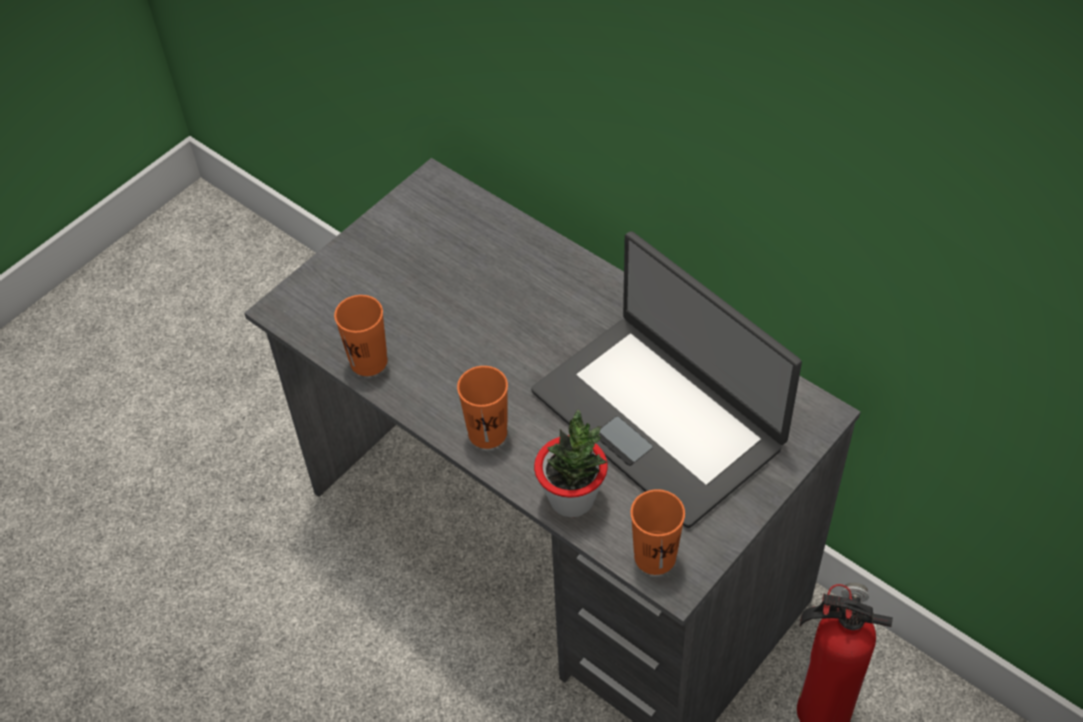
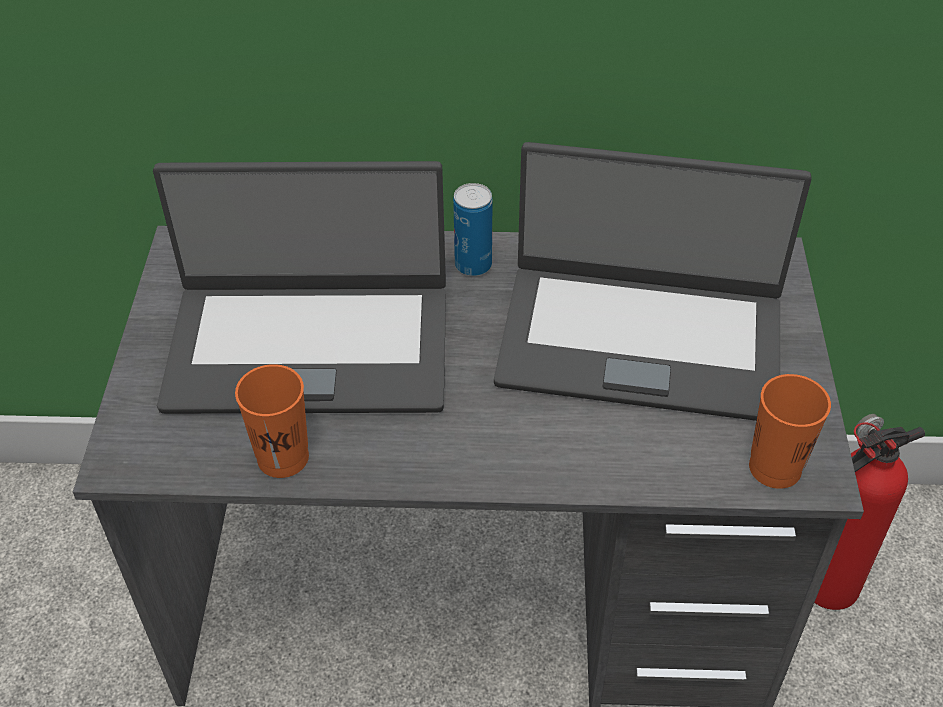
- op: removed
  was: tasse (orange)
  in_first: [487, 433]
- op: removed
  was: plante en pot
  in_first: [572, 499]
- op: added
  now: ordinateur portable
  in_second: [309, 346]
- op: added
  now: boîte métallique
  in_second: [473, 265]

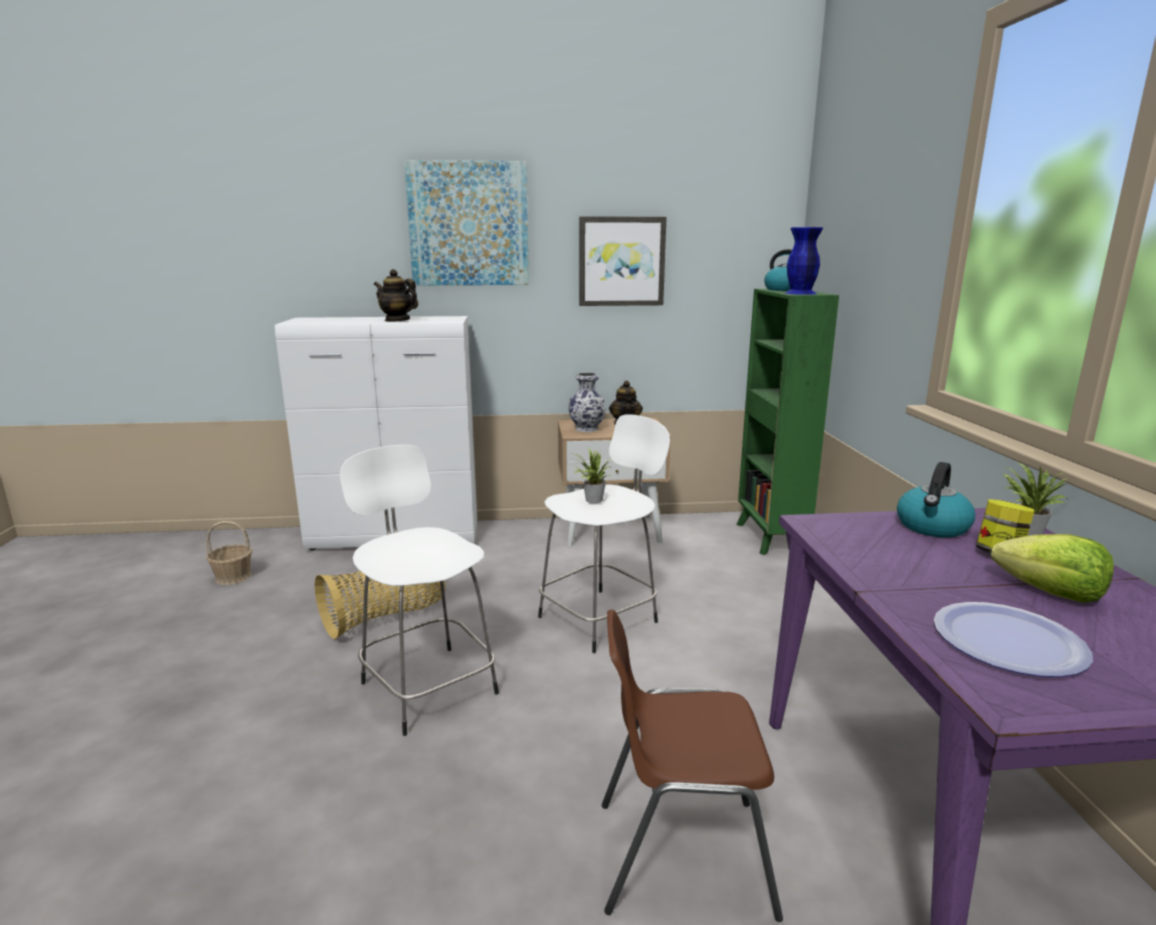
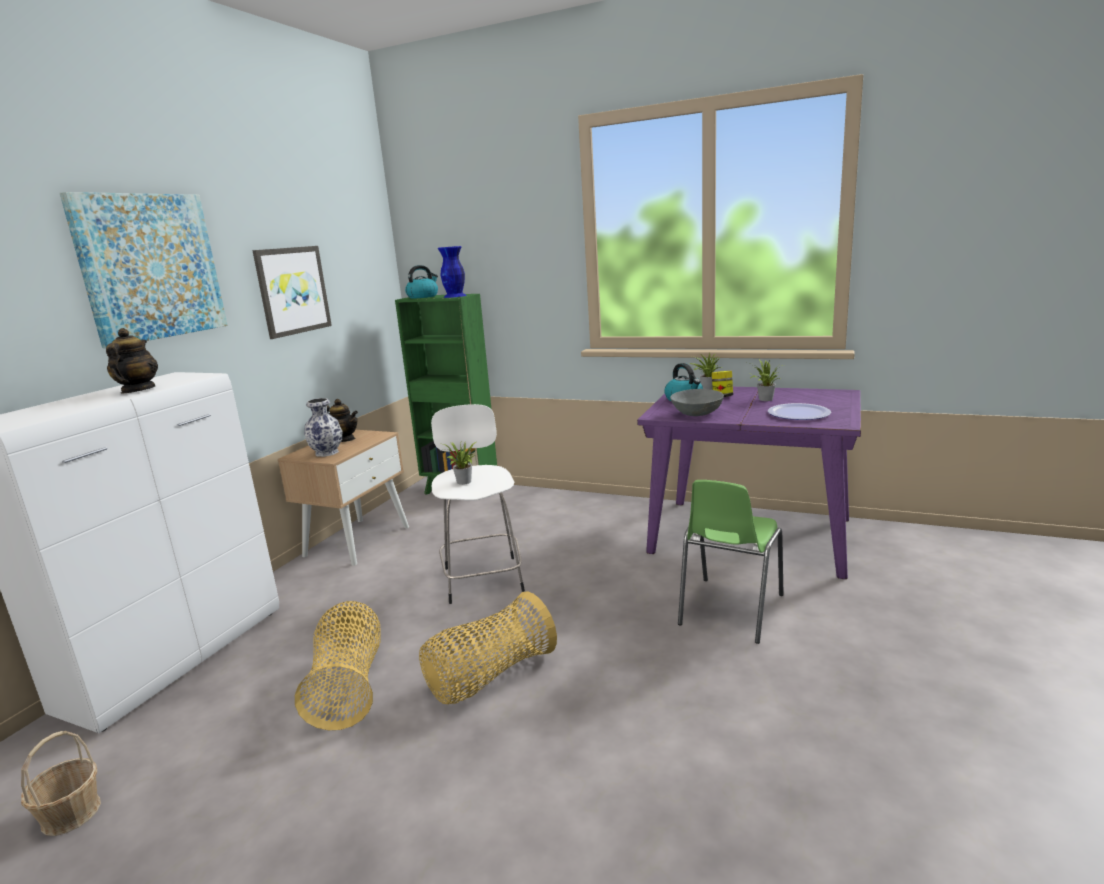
- op: replaced
  was: tabouret (blanc)
  now: panier
  in_first: [427, 685]
  in_second: [489, 677]
- op: turned
  was: théière
  in_first: [397, 320]
  in_second: [137, 390]
  clockwise: 120
- op: recoloured
  was: chaise (marron)
  now: chaise (vert)
  in_first: [681, 855]
  in_second: [729, 610]
- op: replaced
  was: laitue
  now: plante en pot
  in_first: [1050, 593]
  in_second: [764, 399]
- op: added
  now: bol (gris)
  in_second: [696, 413]

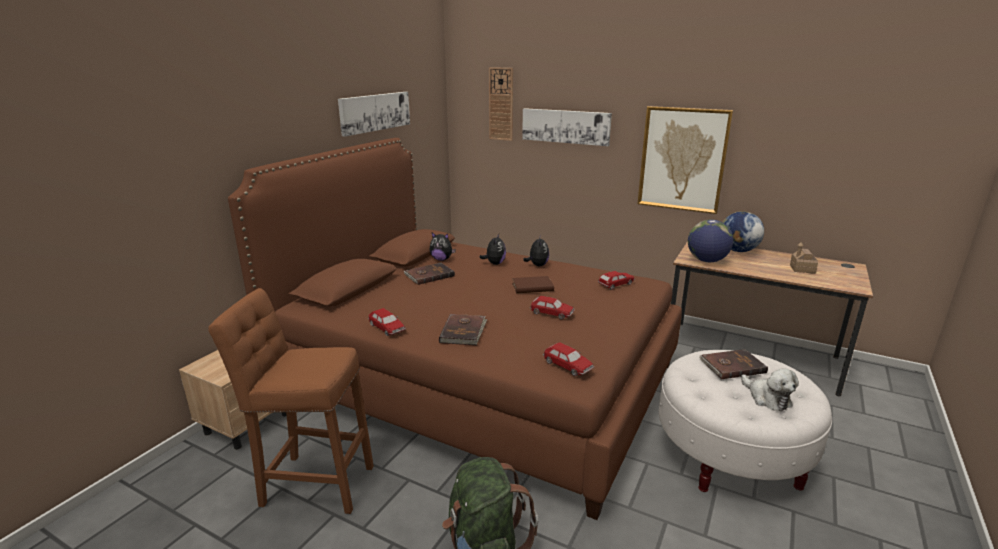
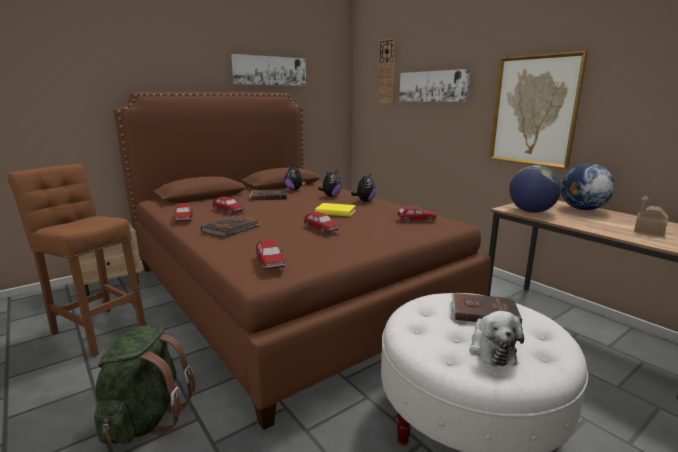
- op: recoloured
  was: livre (marron)
  now: livre (jaune)
  in_first: [532, 287]
  in_second: [335, 212]
- op: added
  now: petite voiture
  in_second: [228, 210]

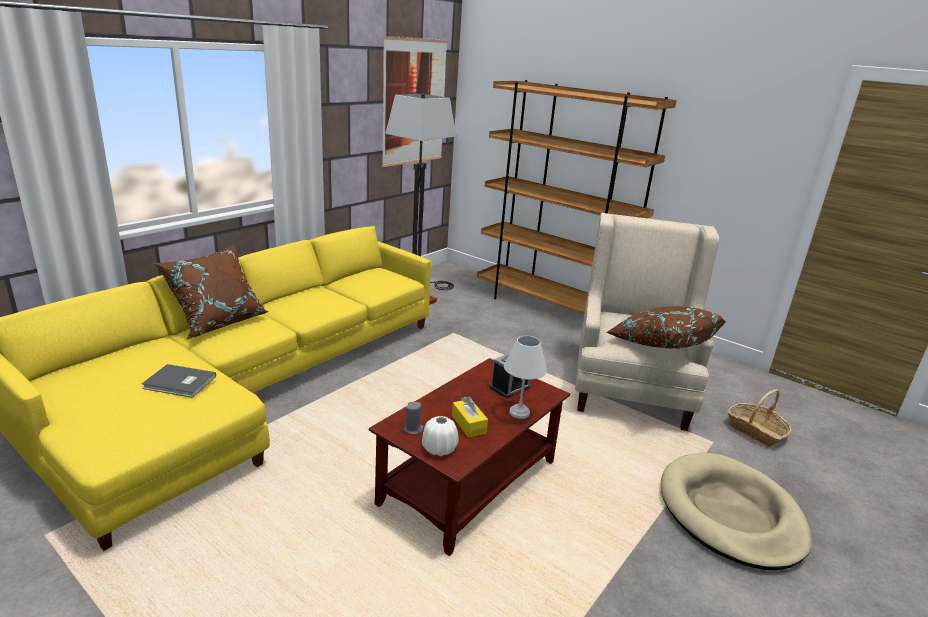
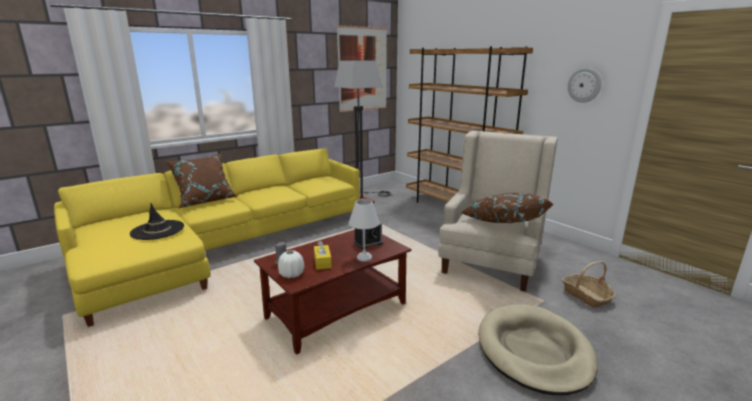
- op: replaced
  was: livre (gris)
  now: chapeau (noir)
  in_first: [180, 383]
  in_second: [157, 230]
- op: added
  now: horloge murale
  in_second: [584, 85]

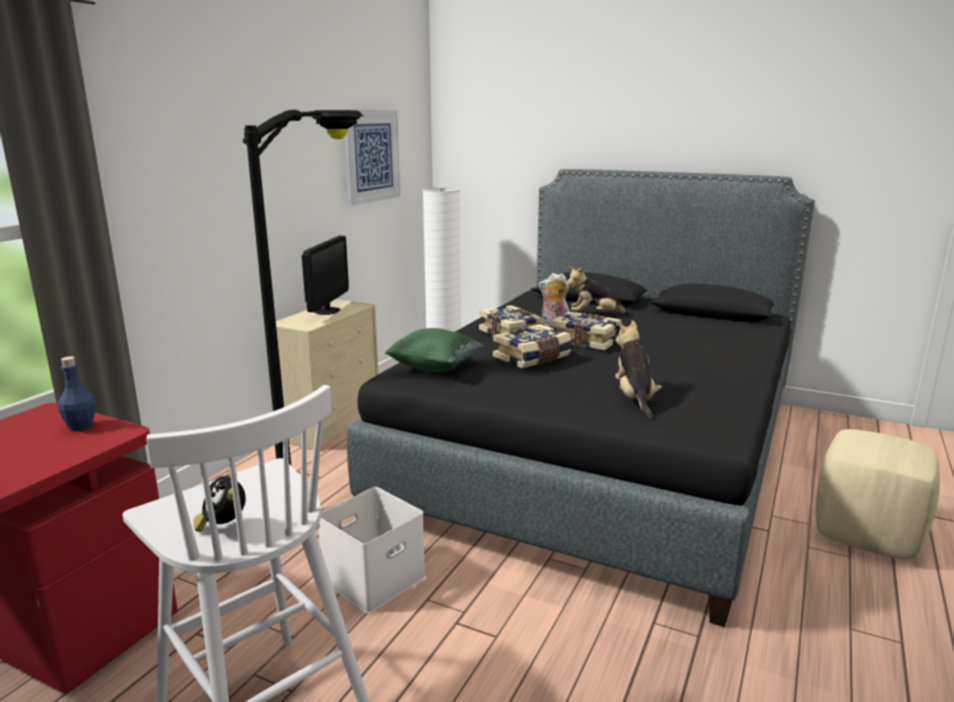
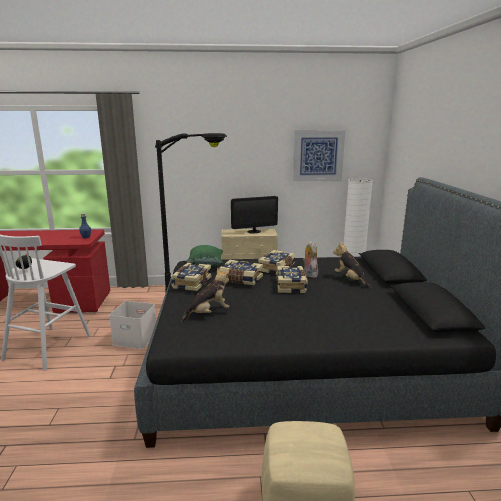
- op: added
  now: livre
  in_second: [191, 283]

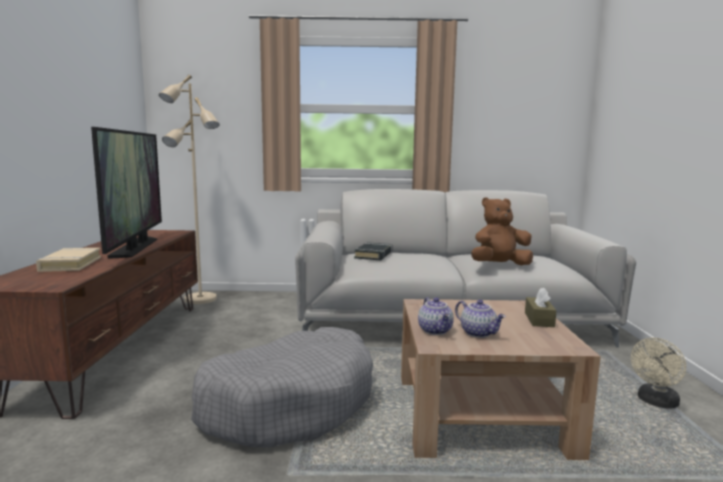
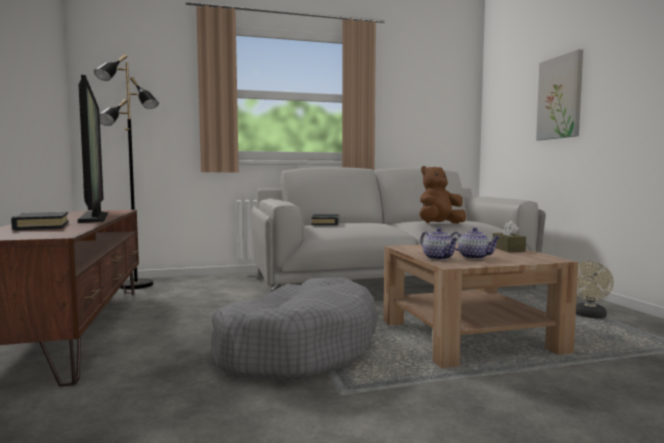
- op: recoloured
  was: livre (beige)
  now: livre (noir)
  in_first: [70, 264]
  in_second: [42, 226]
- op: recoloured
  was: lampadaire (beige)
  now: lampadaire (noir)
  in_first: [200, 299]
  in_second: [135, 285]
- op: added
  now: tableau
  in_second: [560, 97]

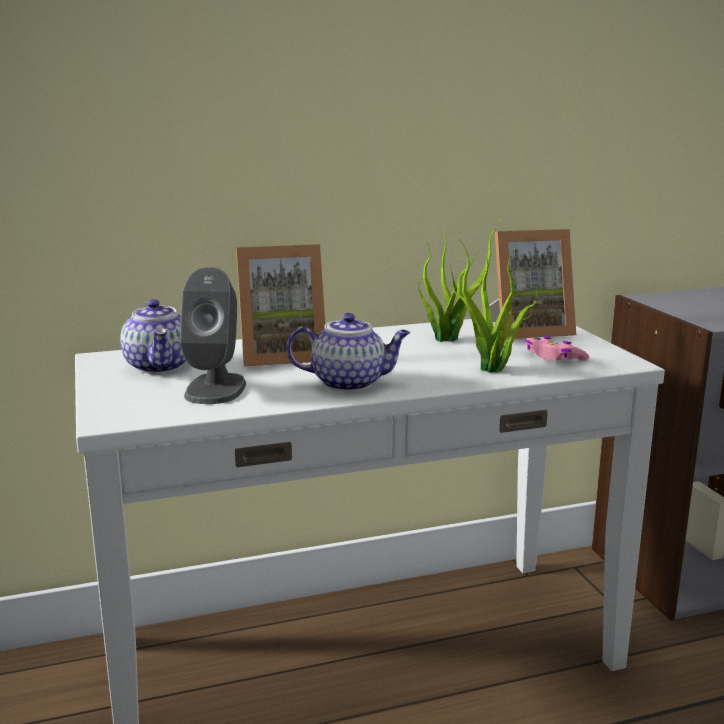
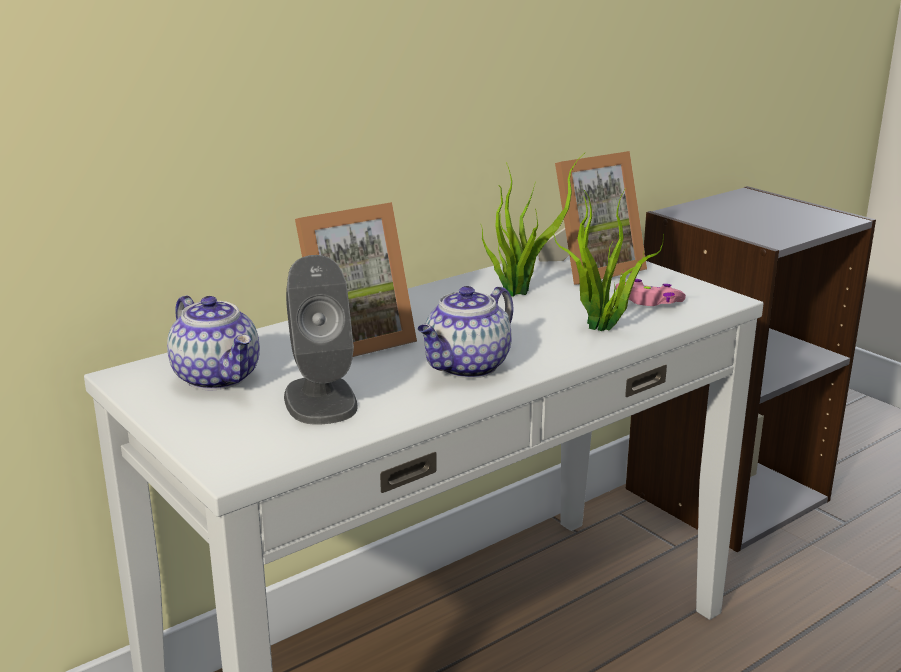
- op: turned
  was: théière
  in_first: [350, 383]
  in_second: [467, 367]
  clockwise: 150

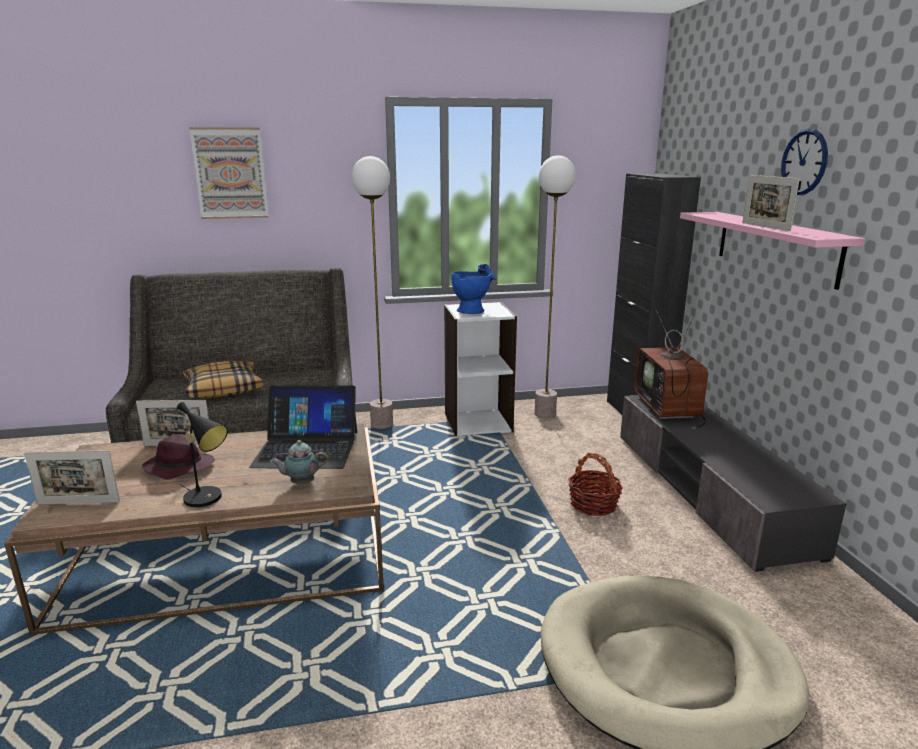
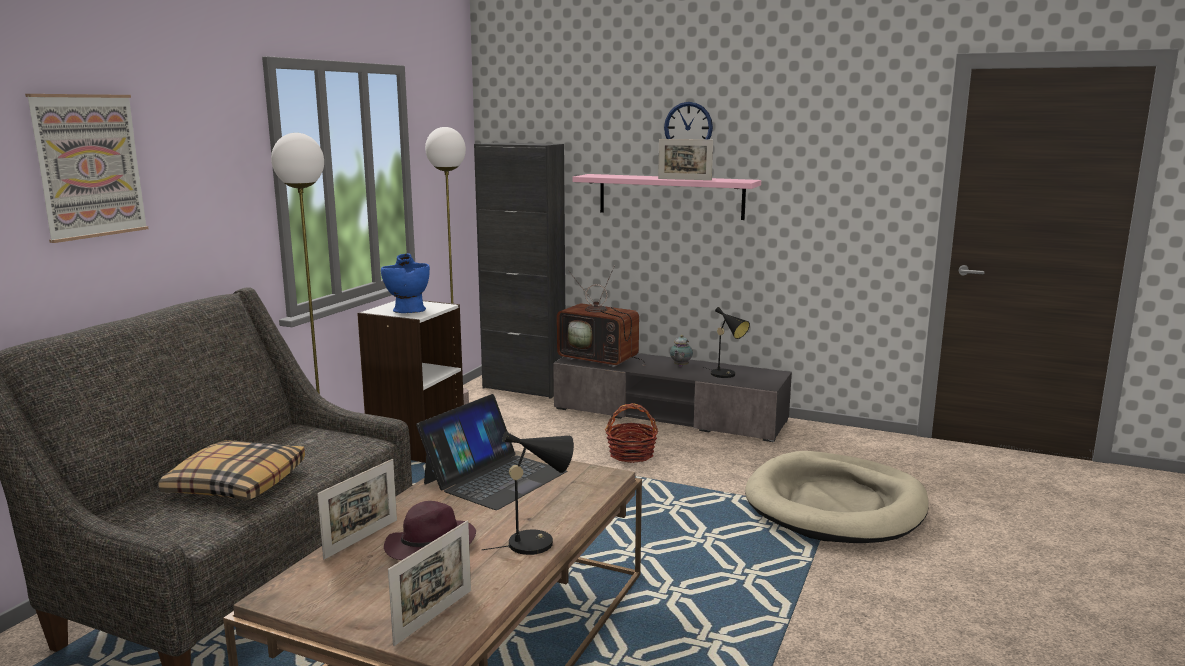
- op: moved
  was: théière
  in_first: [301, 483]
  in_second: [680, 366]
- op: added
  now: lampe de table (noir)
  in_second: [726, 375]

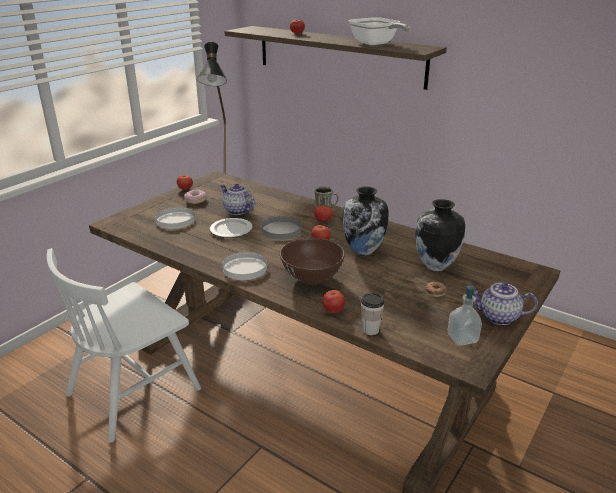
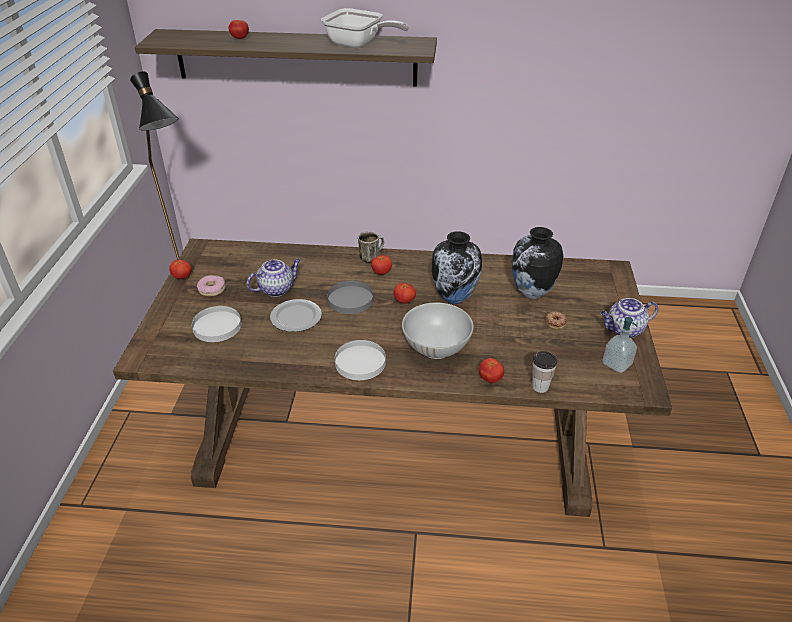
- op: removed
  was: chaise (blanc)
  in_first: [134, 391]
- op: turned
  was: théière
  in_first: [237, 210]
  in_second: [277, 289]
  clockwise: 135
- op: recoloured
  was: bol (marron)
  now: bol (blanc)
  in_first: [312, 277]
  in_second: [436, 348]

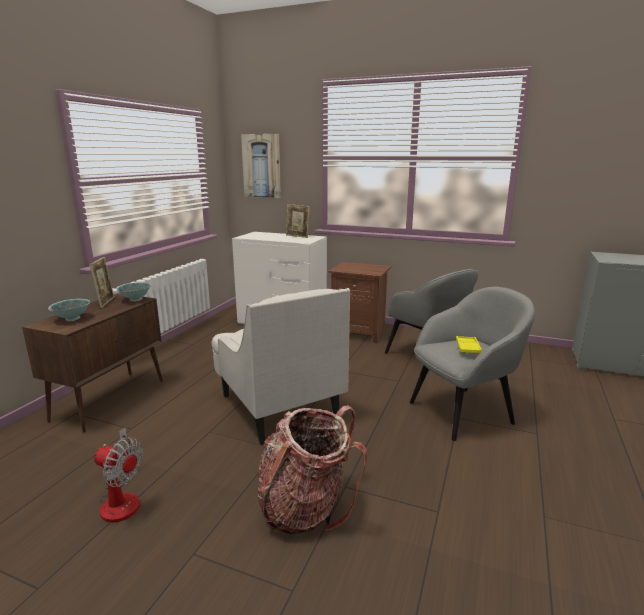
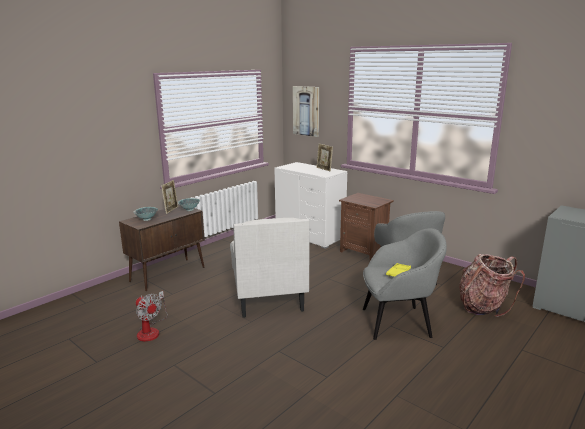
- op: moved
  was: sac à dos
  in_first: [306, 506]
  in_second: [483, 306]

